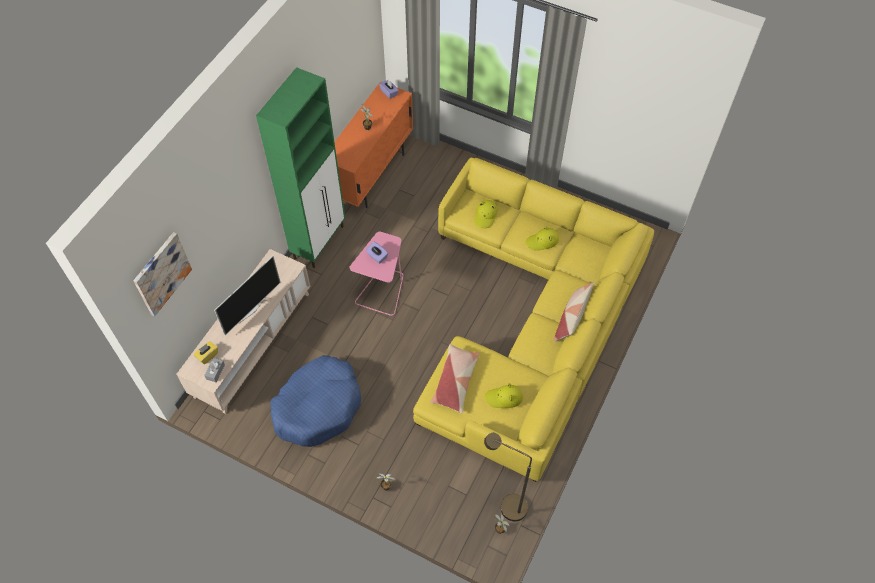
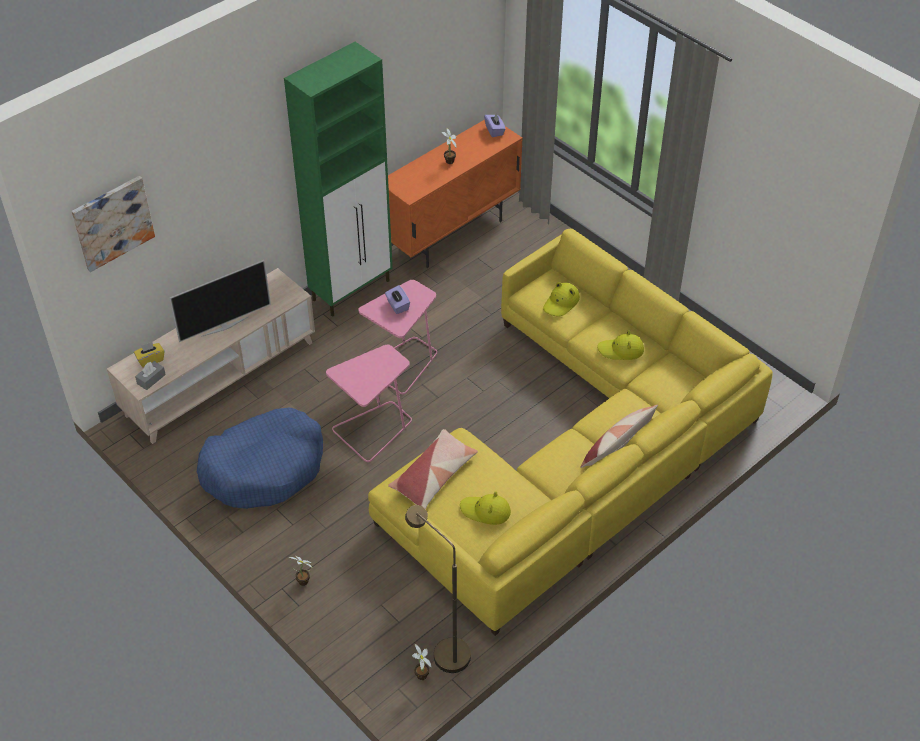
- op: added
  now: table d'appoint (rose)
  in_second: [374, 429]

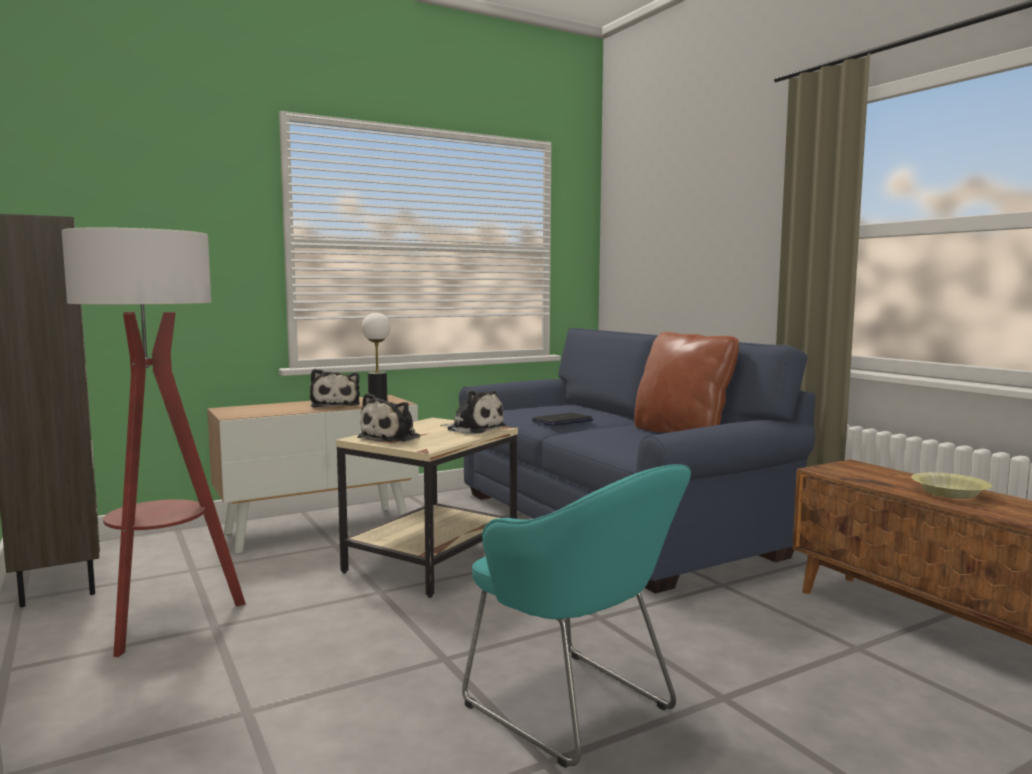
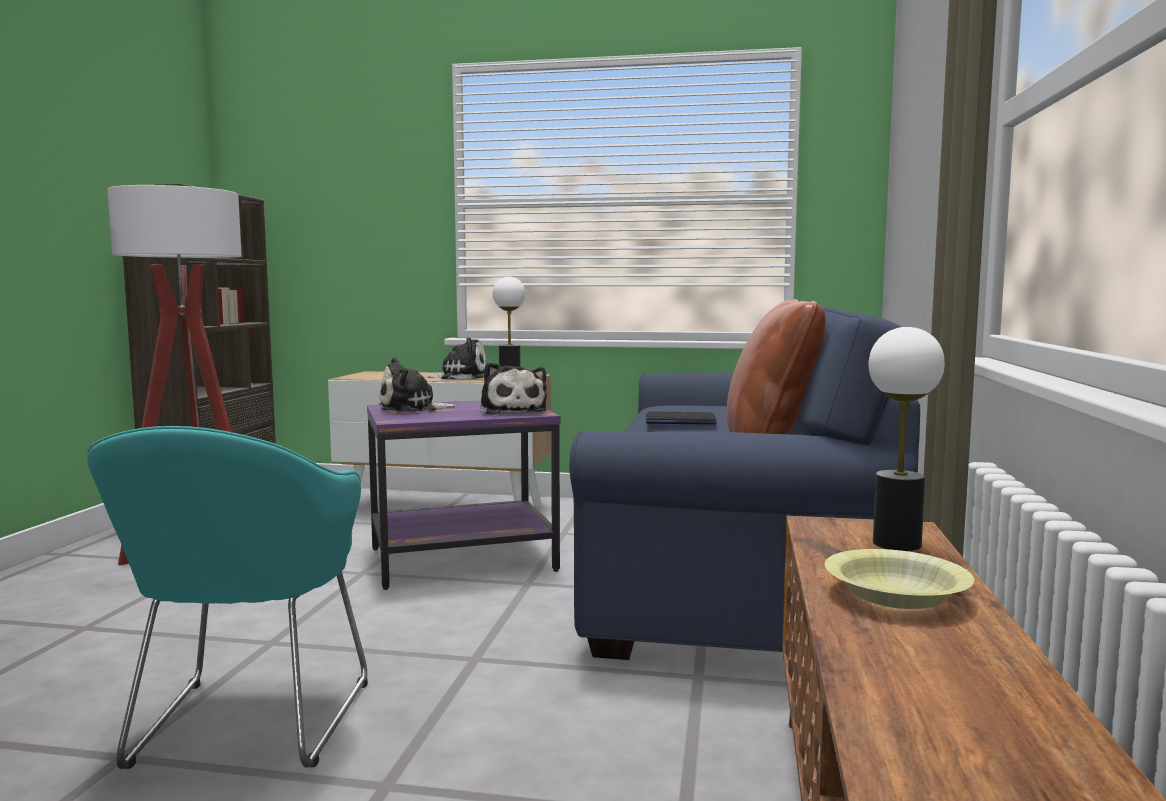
- op: turned
  was: peluche
  in_first: [335, 405]
  in_second: [460, 377]
  clockwise: -120
- op: recoloured
  was: table d'appoint (beige)
  now: table d'appoint (violet)
  in_first: [431, 561]
  in_second: [462, 559]
- op: added
  now: lampe de table
  in_second: [896, 543]

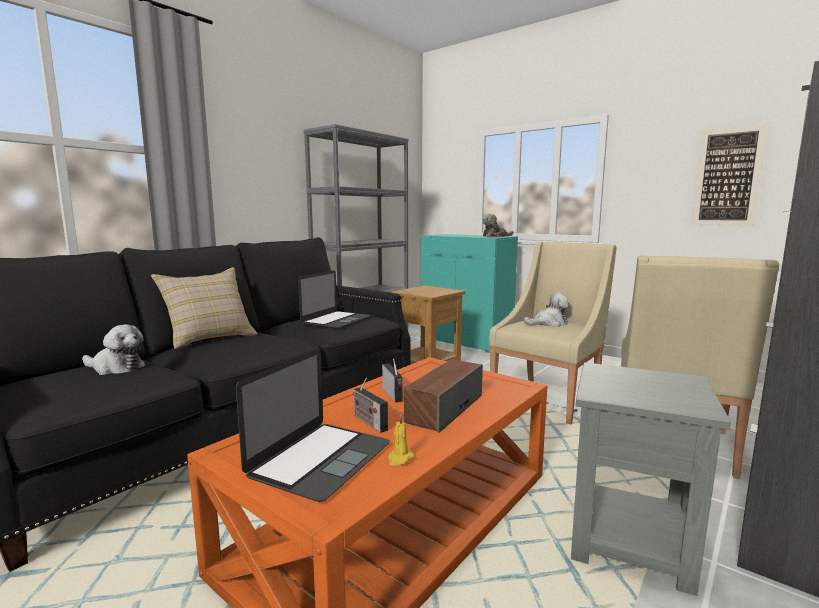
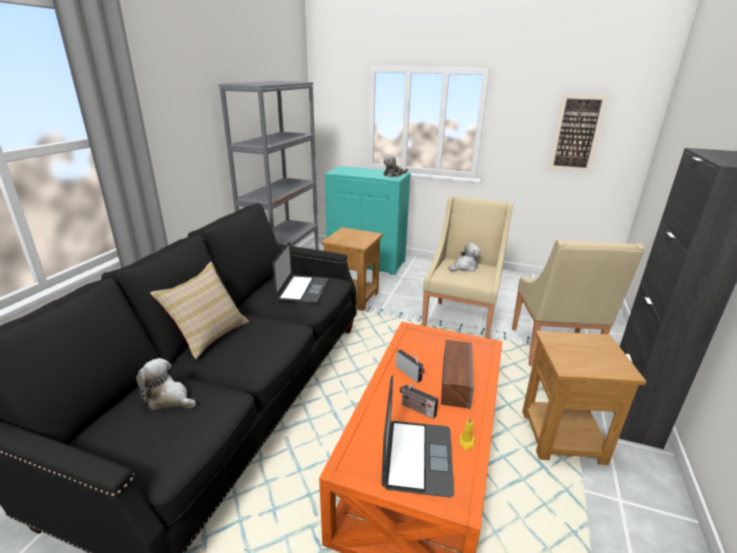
- op: turned
  was: peluche
  in_first: [115, 368]
  in_second: [168, 398]
  clockwise: -150
- op: recoloured
  was: table d'appoint (gris)
  now: table d'appoint (marron)
  in_first: [627, 541]
  in_second: [561, 436]

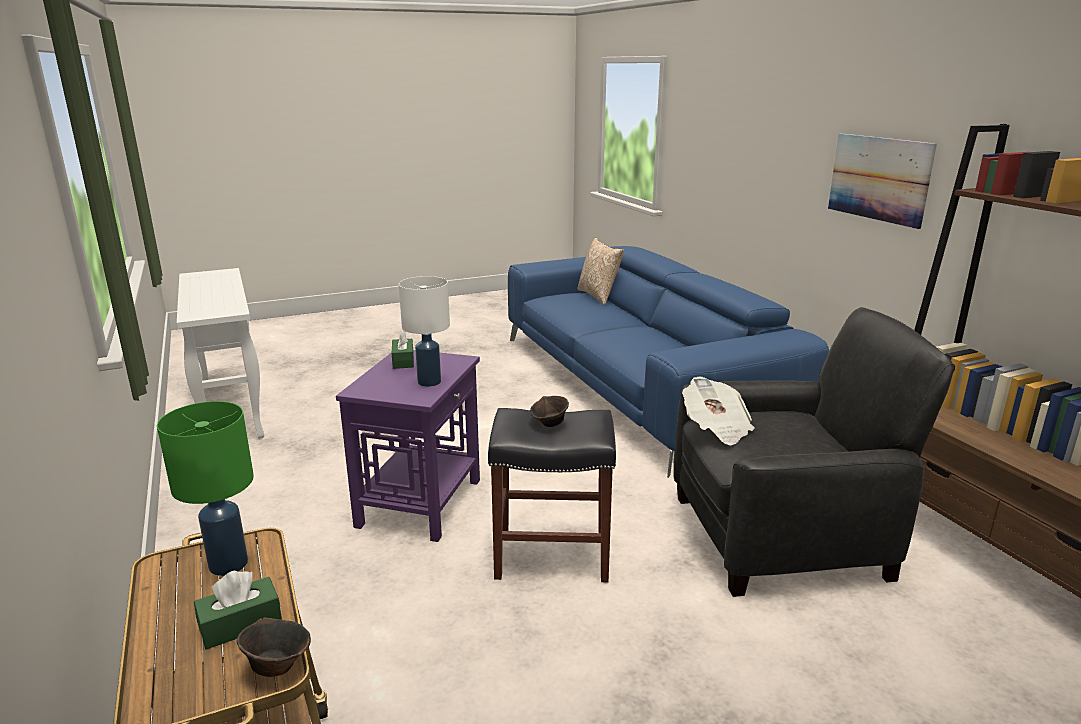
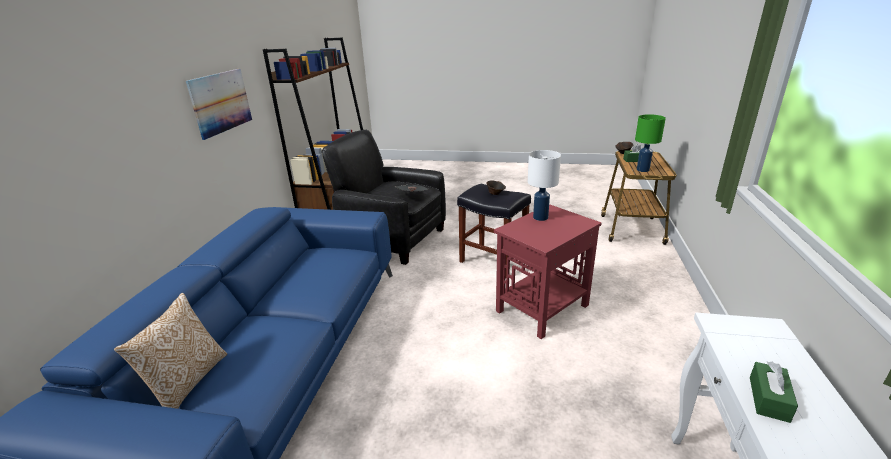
- op: recoloured
  was: table d'appoint (violet)
  now: table d'appoint (rouge)
  in_first: [421, 503]
  in_second: [541, 308]
- op: moved
  was: boîte à mouchoirs (vert)
  in_first: [403, 361]
  in_second: [768, 399]

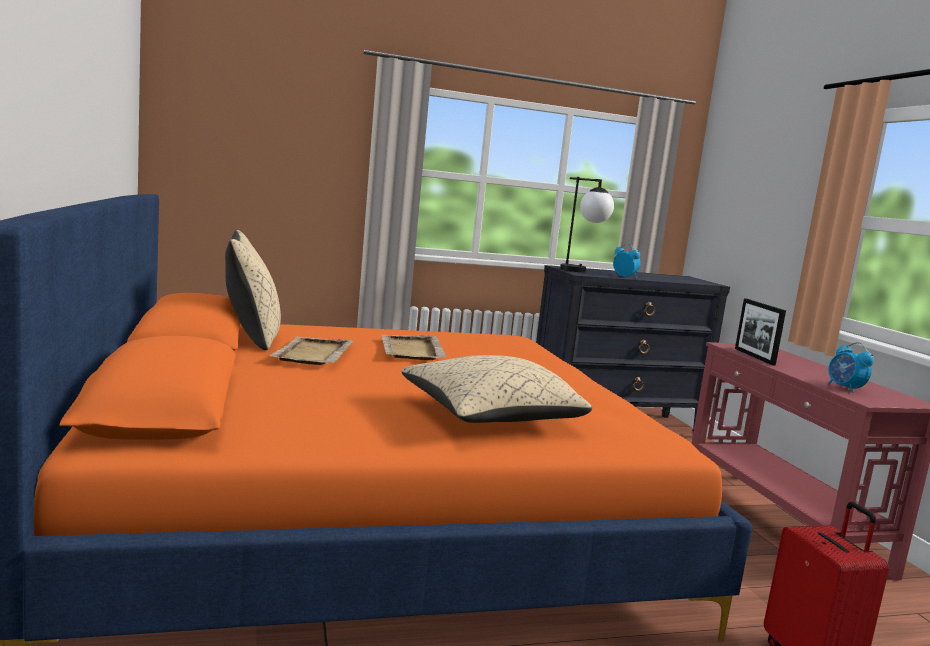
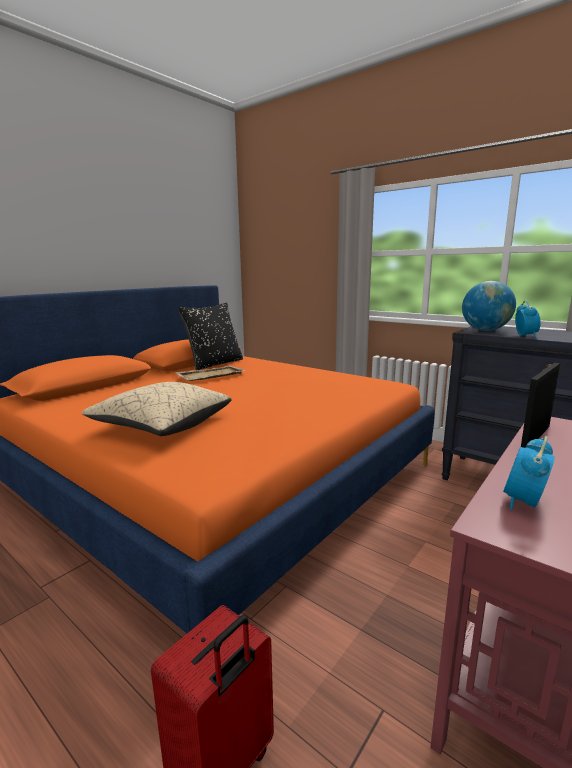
- op: recoloured
  was: coussin (beige)
  now: coussin (noir)
  in_first: [251, 338]
  in_second: [215, 364]
- op: removed
  was: plateau (beige)
  in_first: [411, 350]
- op: replaced
  was: lampe de table
  now: globe
  in_first: [581, 272]
  in_second: [485, 330]

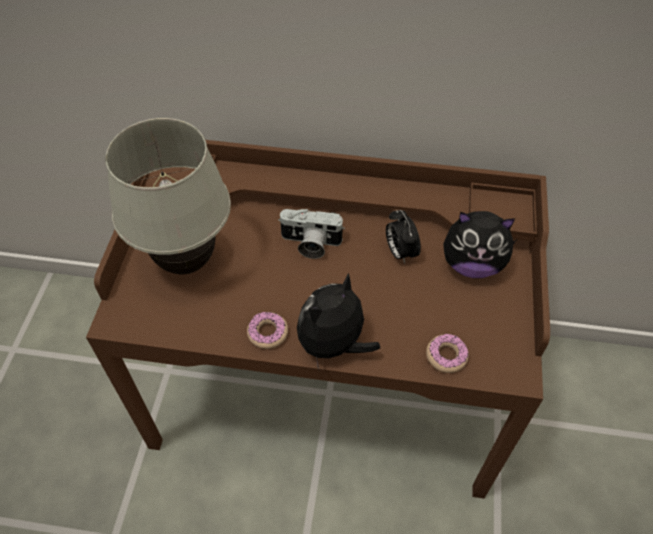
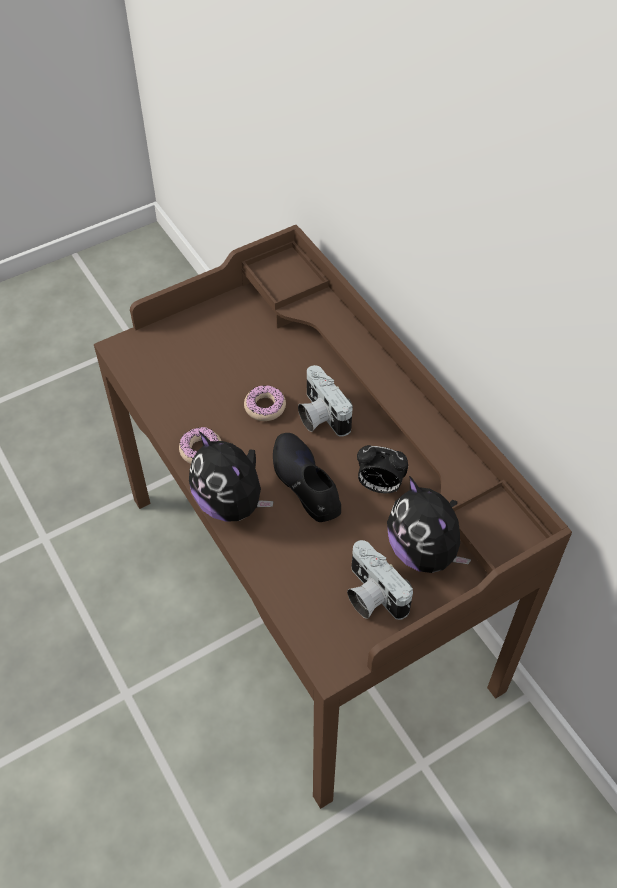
- op: removed
  was: lampe de table (blanc)
  in_first: [187, 262]
- op: turned
  was: peluche
  in_first: [333, 345]
  in_second: [231, 503]
  clockwise: -135
- op: turned
  was: réveil
  in_first: [400, 252]
  in_second: [379, 486]
  clockwise: -105
- op: moved
  was: beignet
  in_first: [446, 356]
  in_second: [265, 407]
- op: added
  now: chaussure (noir)
  in_second: [305, 482]
- op: added
  now: appareil photo
  in_second: [371, 595]

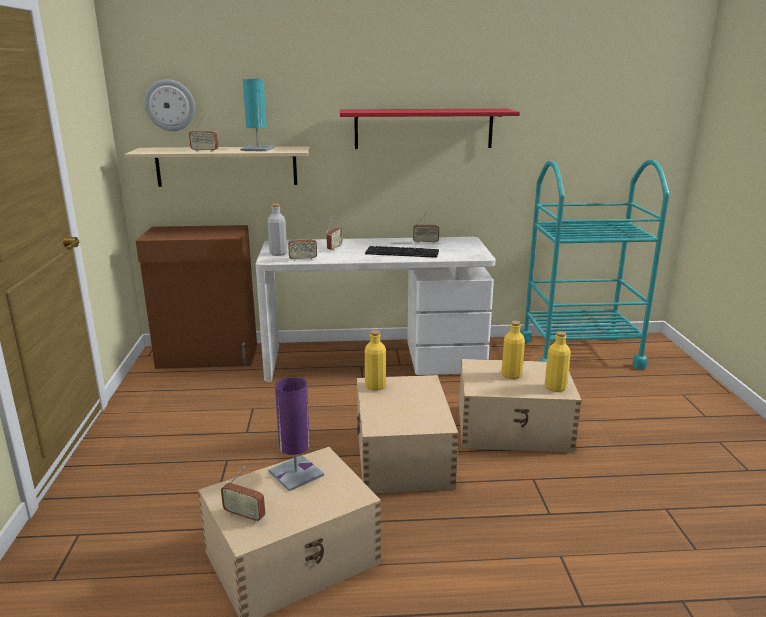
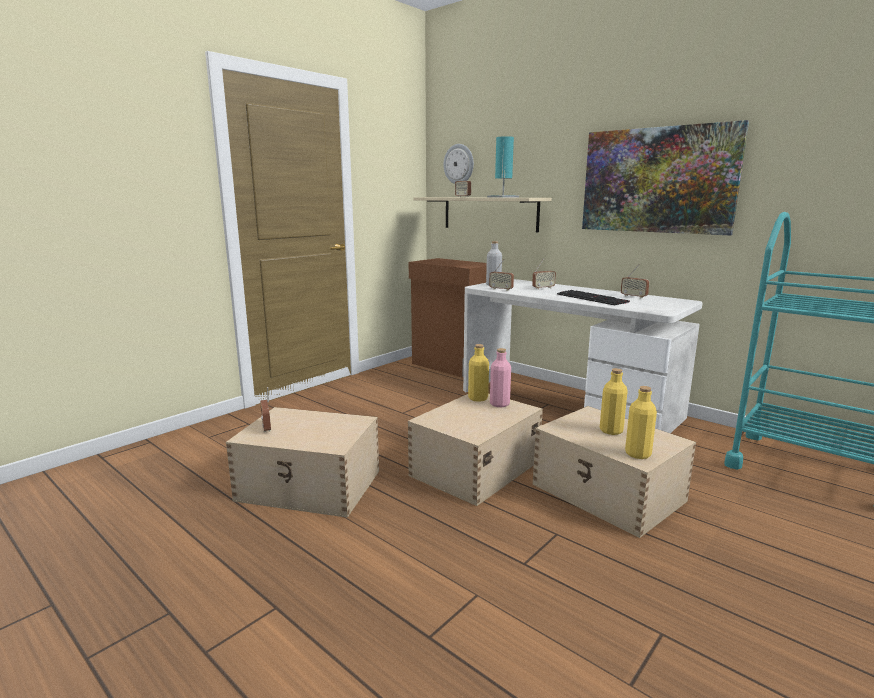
- op: removed
  was: lampe de table (violet)
  in_first: [296, 473]
- op: replaced
  was: étagère (rouge)
  now: tableau
  in_first: [423, 128]
  in_second: [657, 180]
- op: added
  now: bouteille (rose)
  in_second: [499, 404]

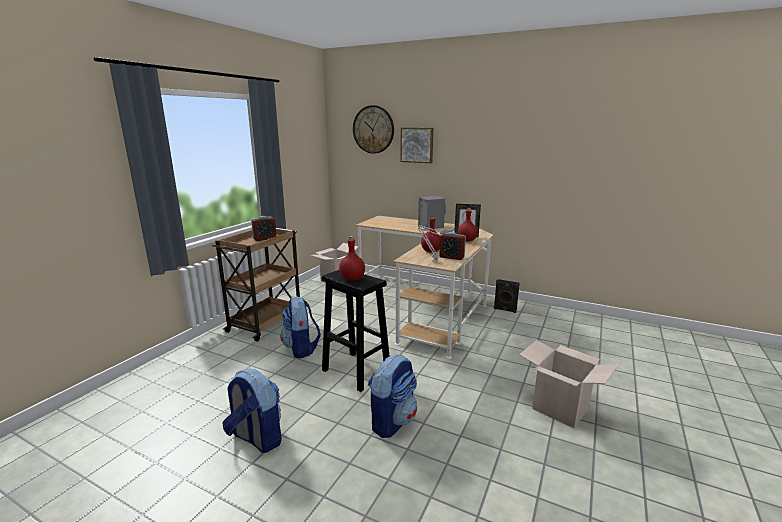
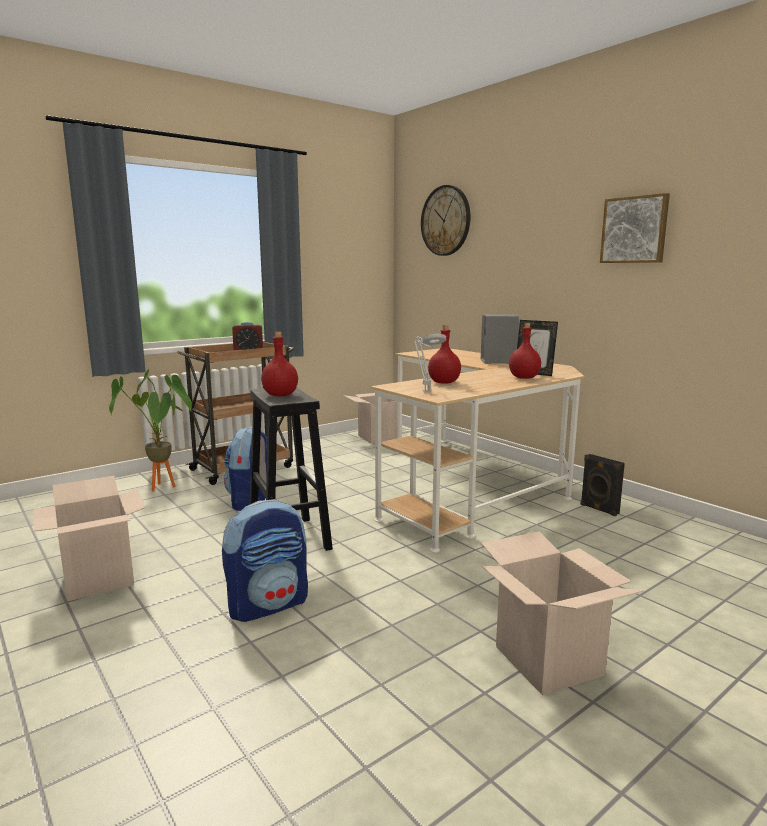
- op: replaced
  was: sac à dos
  now: carton
  in_first: [256, 438]
  in_second: [98, 579]
- op: moved
  was: tableau
  in_first: [417, 145]
  in_second: [635, 230]
- op: removed
  was: réveil
  in_first: [451, 257]
- op: added
  now: plante en pot
  in_second: [162, 489]

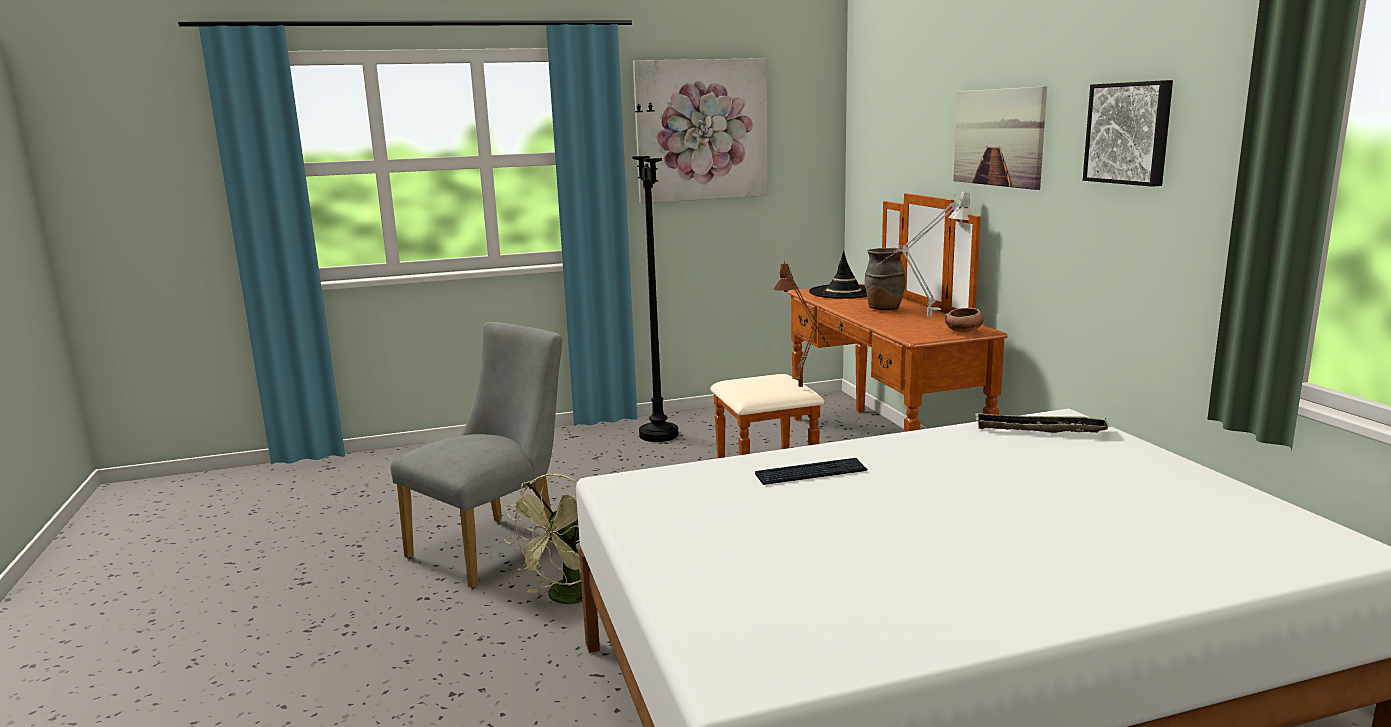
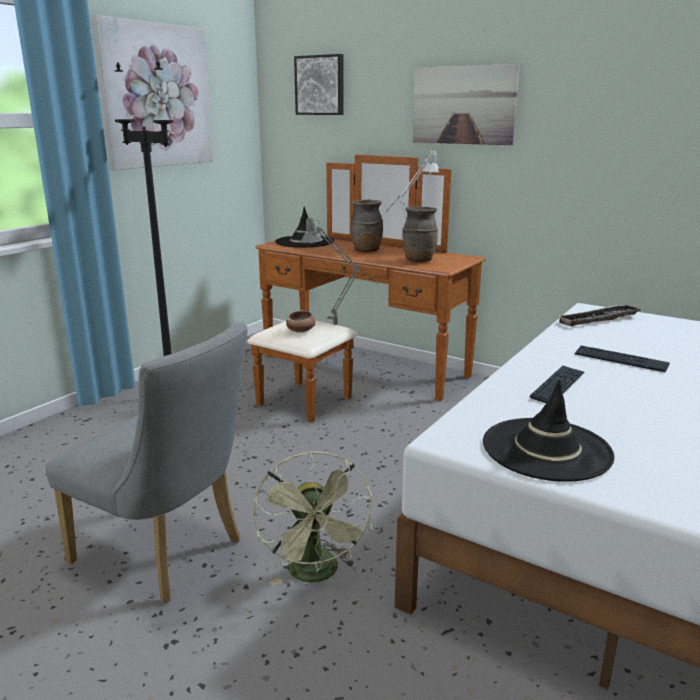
- op: turned
  was: chaise (gris)
  in_first: [494, 546]
  in_second: [167, 554]
  clockwise: 120
- op: recoloured
  was: lampe de table (marron)
  now: lampe de table (gris)
  in_first: [804, 390]
  in_second: [340, 326]
- op: moved
  was: bol
  in_first: [964, 331]
  in_second: [301, 331]
- op: moved
  was: tableau
  in_first: [1129, 133]
  in_second: [320, 85]
- op: added
  now: vase (marron)
  in_second: [418, 261]
- op: added
  now: chapeau (noir)
  in_second: [546, 449]
- op: added
  now: clavier
  in_second: [620, 360]

